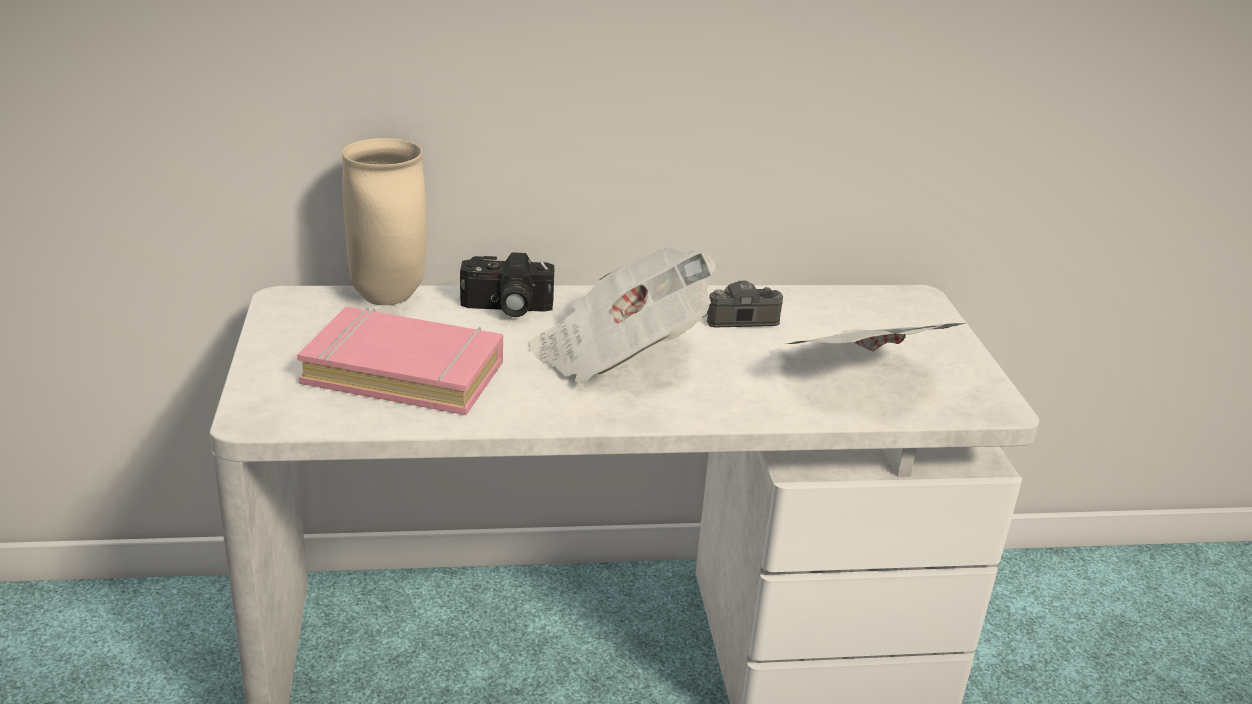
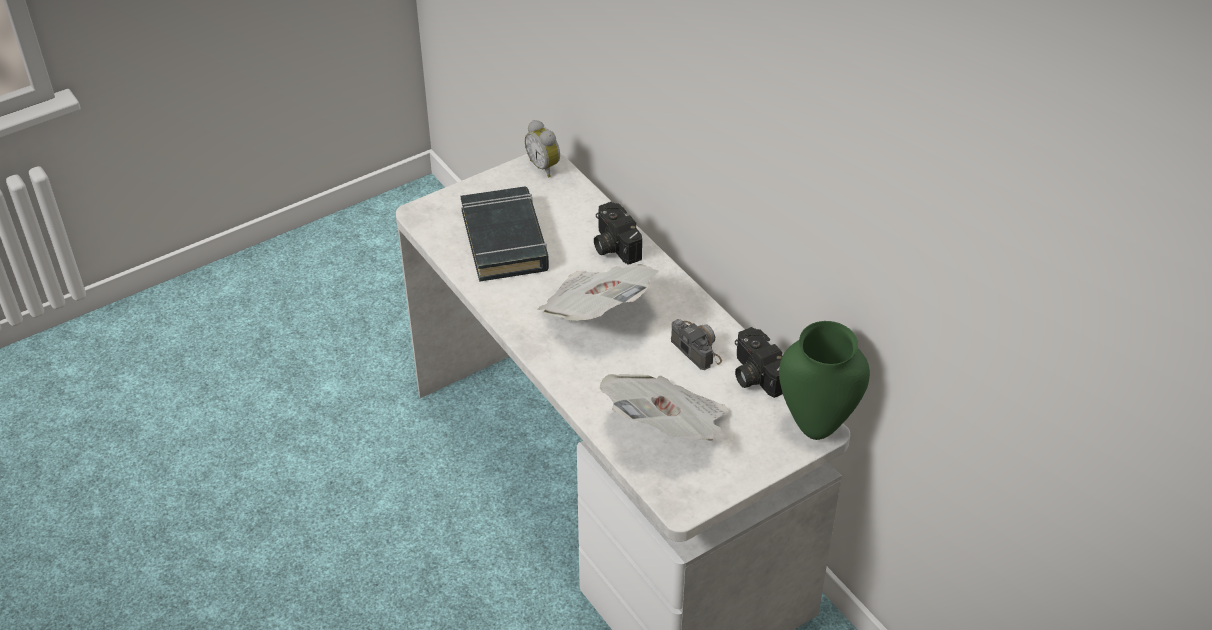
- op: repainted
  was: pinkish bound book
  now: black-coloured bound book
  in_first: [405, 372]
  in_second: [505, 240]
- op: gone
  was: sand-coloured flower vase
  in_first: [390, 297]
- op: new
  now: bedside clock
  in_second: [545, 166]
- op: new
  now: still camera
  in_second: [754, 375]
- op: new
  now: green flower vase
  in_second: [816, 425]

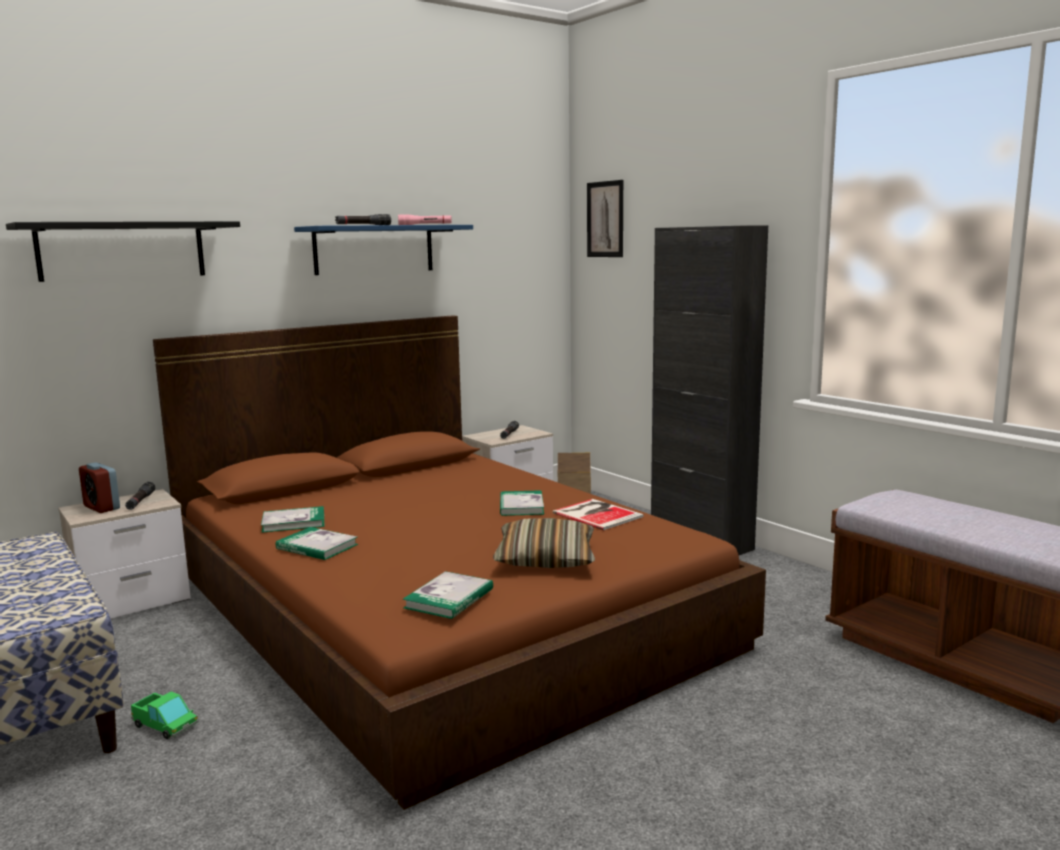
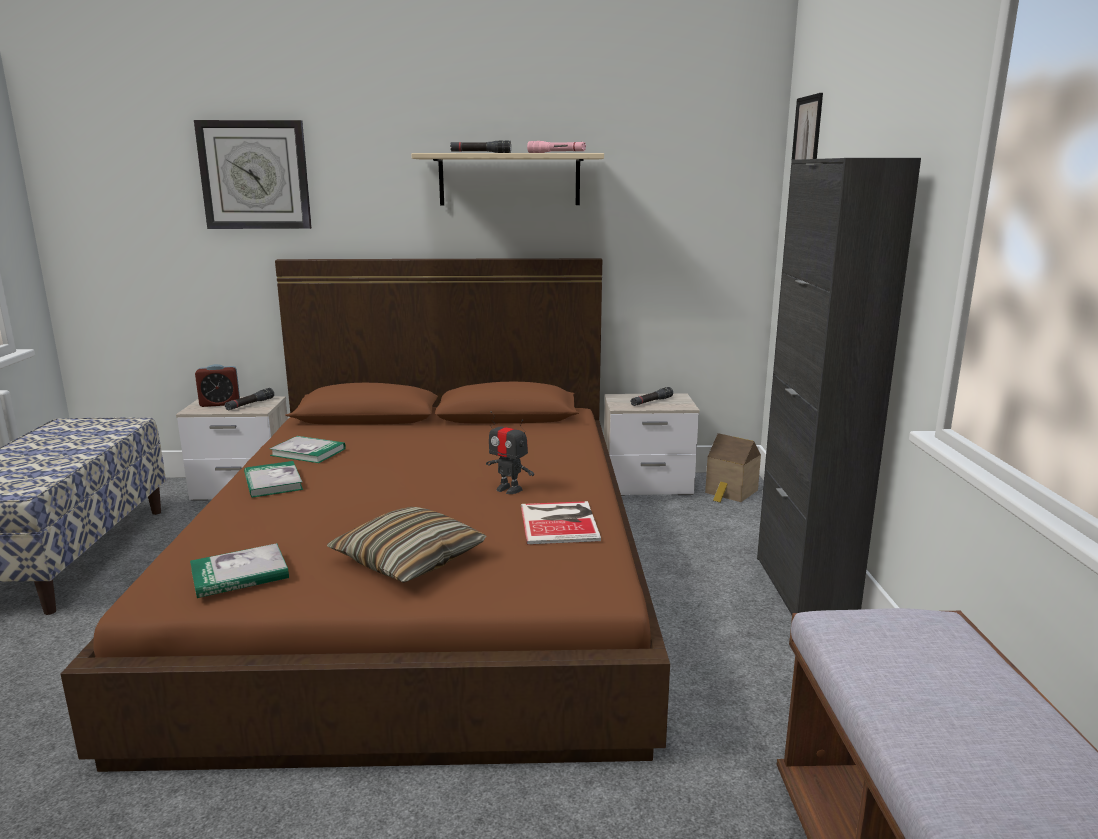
- op: swapped
  was: black-coloured shelf
  now: hanging clock
  in_first: [122, 251]
  in_second: [255, 175]
- op: rotated
  was: bedside clock
  in_first: [102, 507]
  in_second: [220, 403]
  clockwise: -90
- op: gone
  was: model truck
  in_first: [165, 725]
- op: repainted
  was: blue shelf
  now: sand-coloured shelf
  in_first: [374, 249]
  in_second: [509, 179]
- op: swapped
  was: bound book
  now: model robot
  in_first: [521, 506]
  in_second: [509, 489]

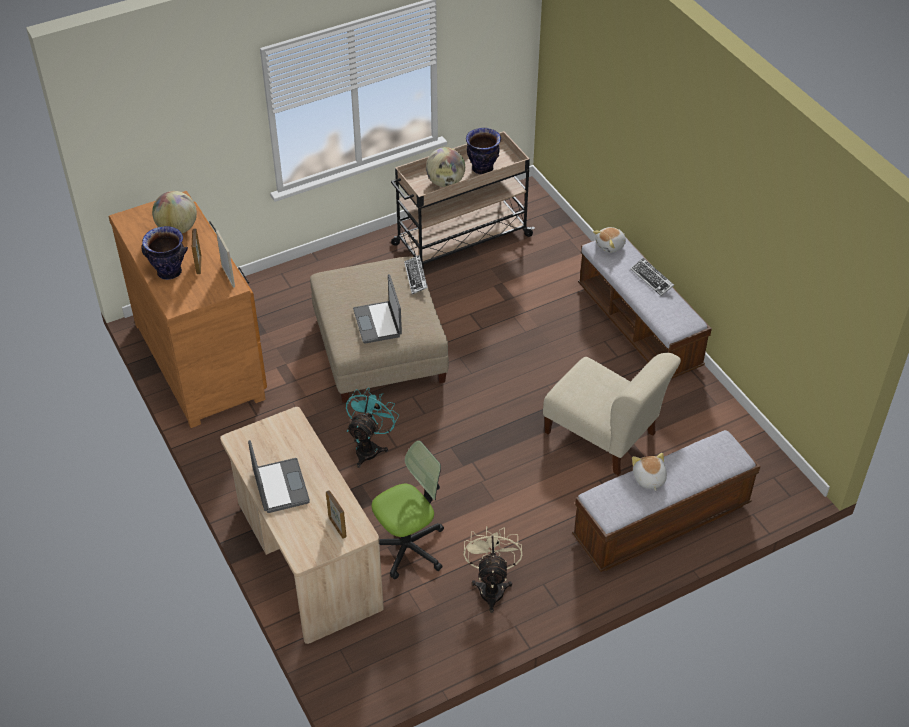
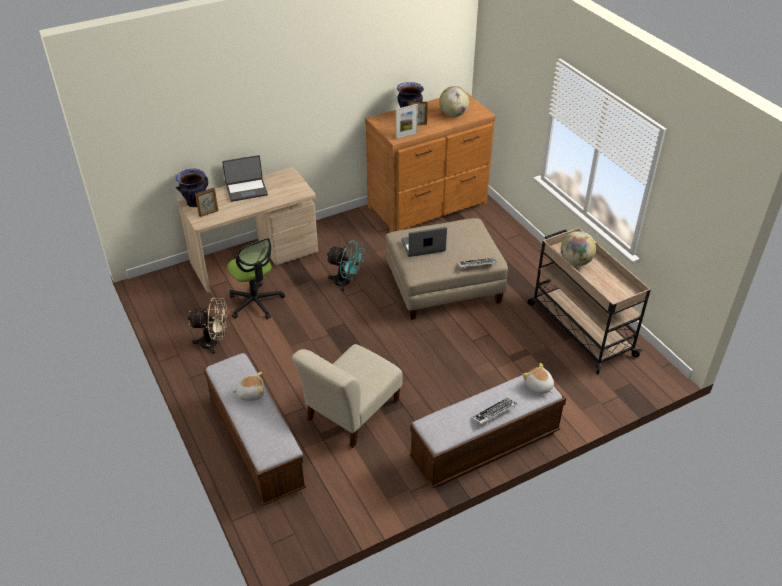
- op: shifted
  was: flower vase
  in_first: [482, 169]
  in_second: [195, 202]

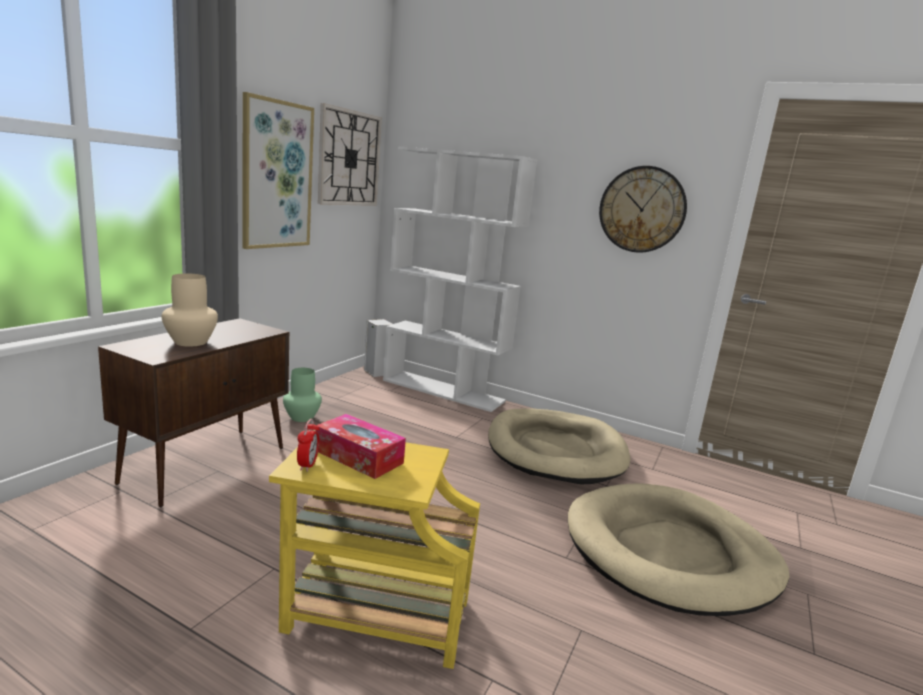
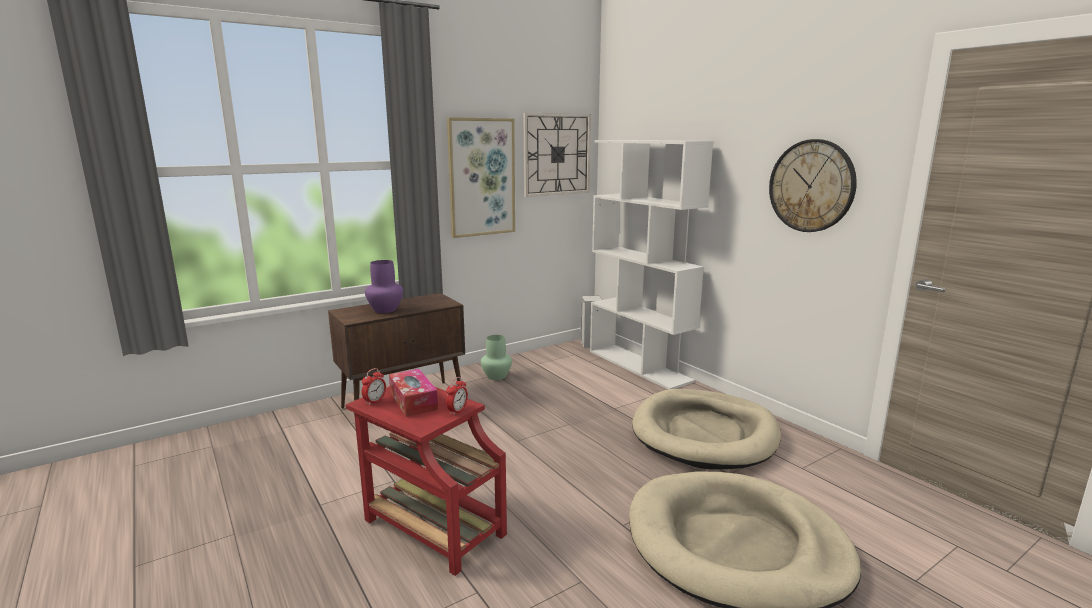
- op: repainted
  was: sand-coloured flower vase
  now: purple flower vase
  in_first: [190, 342]
  in_second: [385, 310]
- op: repainted
  was: yellowish accent table
  now: reddish accent table
  in_first: [372, 615]
  in_second: [431, 526]
- op: new
  now: bedside clock
  in_second: [457, 411]

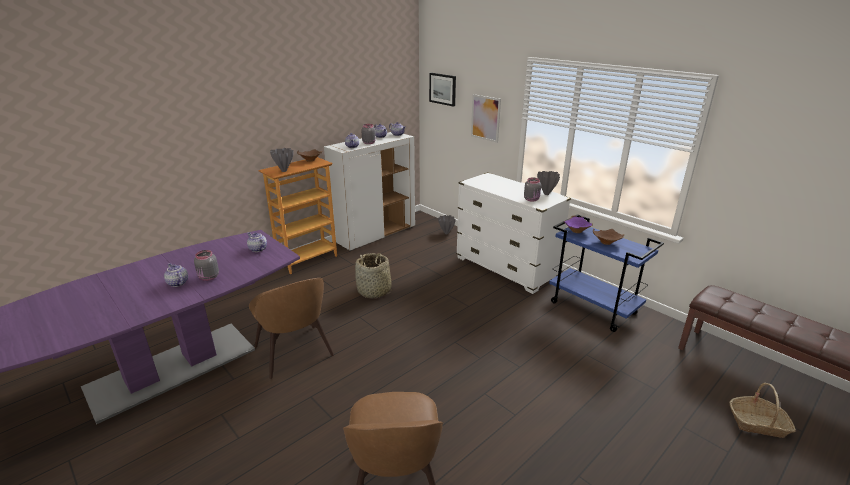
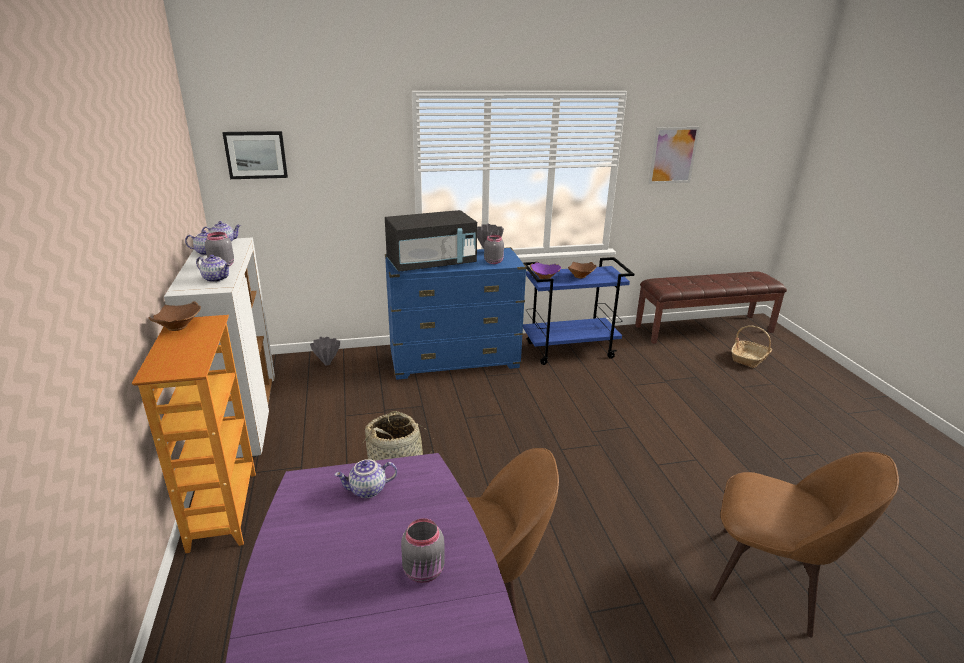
- op: gone
  was: teapot
  in_first: [177, 283]
- op: gone
  was: gray flower vase
  in_first: [284, 171]
- op: repainted
  was: white chest of drawers
  now: blue chest of drawers
  in_first: [505, 268]
  in_second: [454, 361]
- op: shifted
  was: wall art
  in_first: [485, 118]
  in_second: [673, 155]
- op: new
  now: black-coloured kitchen microwave
  in_second: [431, 264]

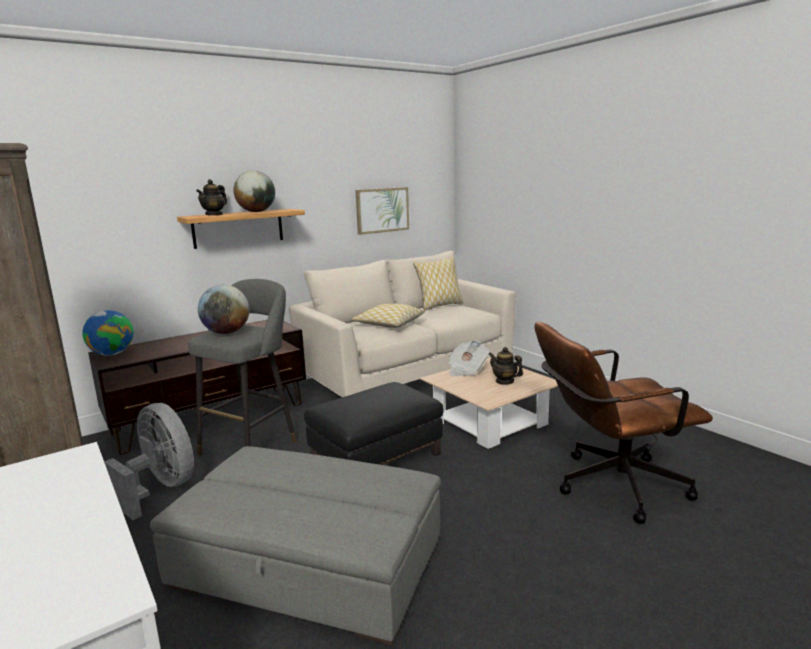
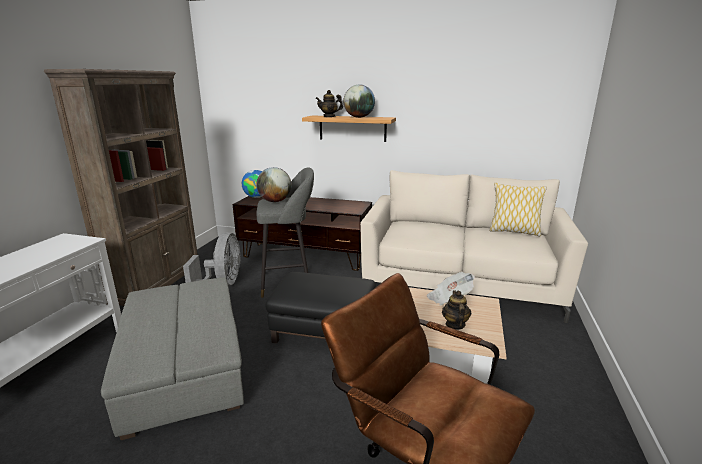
- op: gone
  was: cushion
  in_first: [389, 324]
- op: gone
  was: wall art
  in_first: [382, 210]

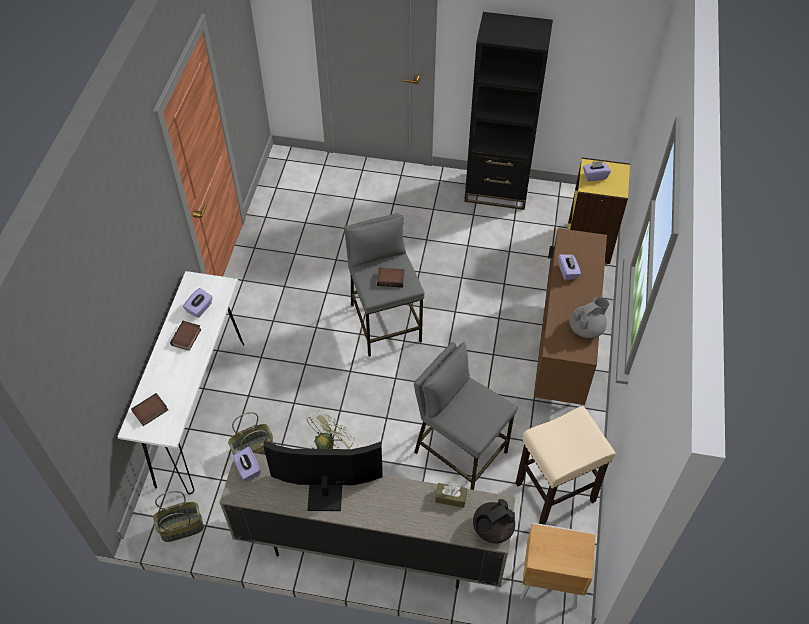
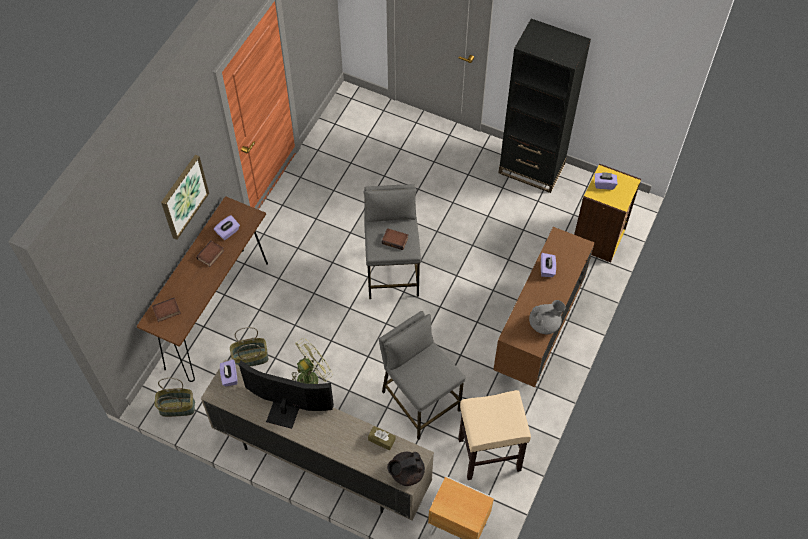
- op: repainted
  was: white hall table
  now: brown-coloured hall table
  in_first: [201, 411]
  in_second: [217, 314]
- op: new
  now: wall art
  in_second: [183, 196]

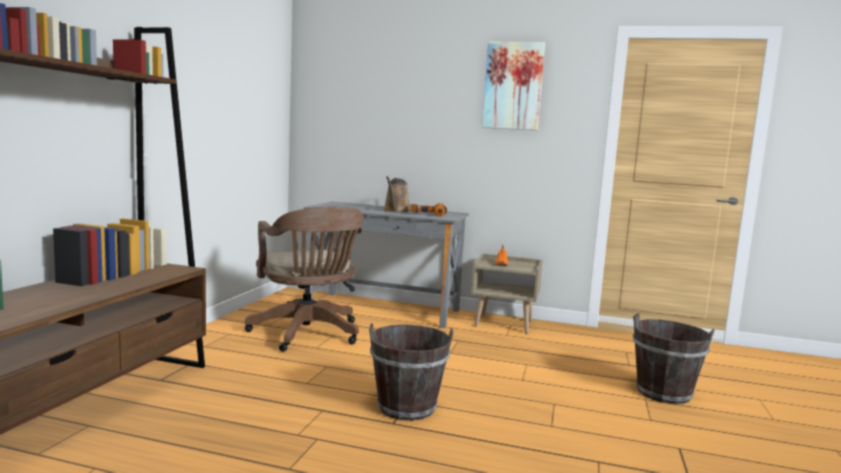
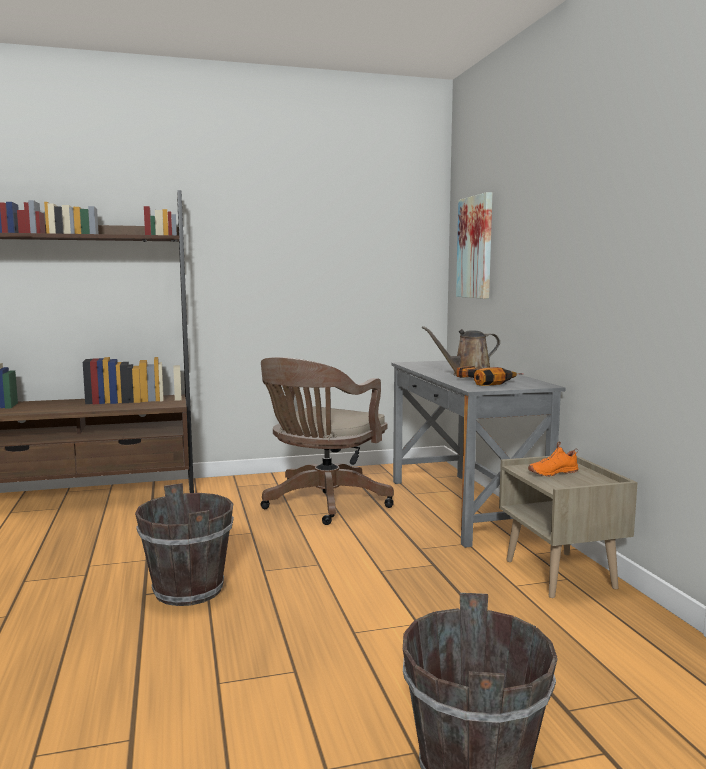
- op: shifted
  was: wall art
  in_first: [513, 86]
  in_second: [476, 247]

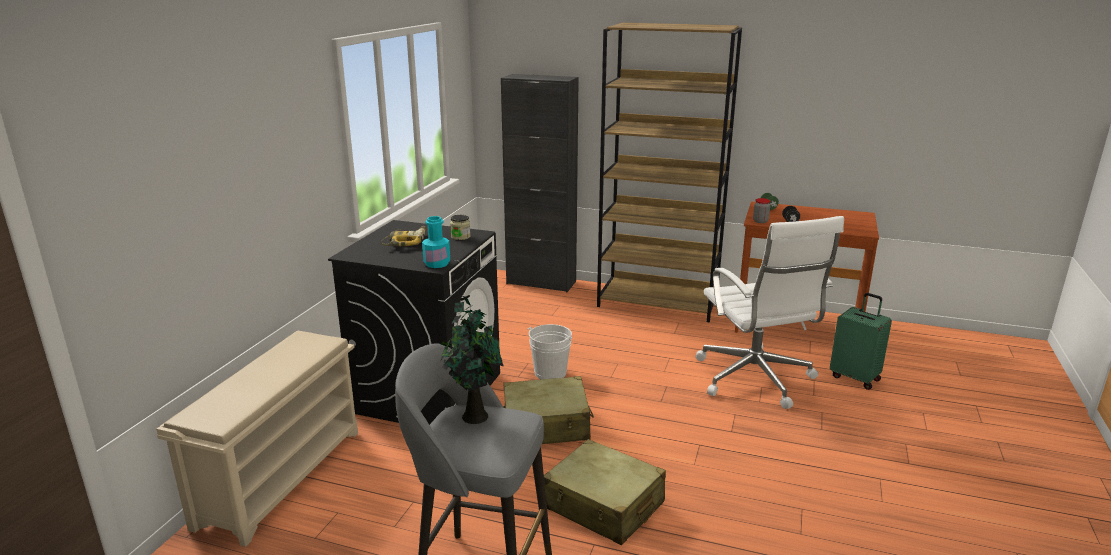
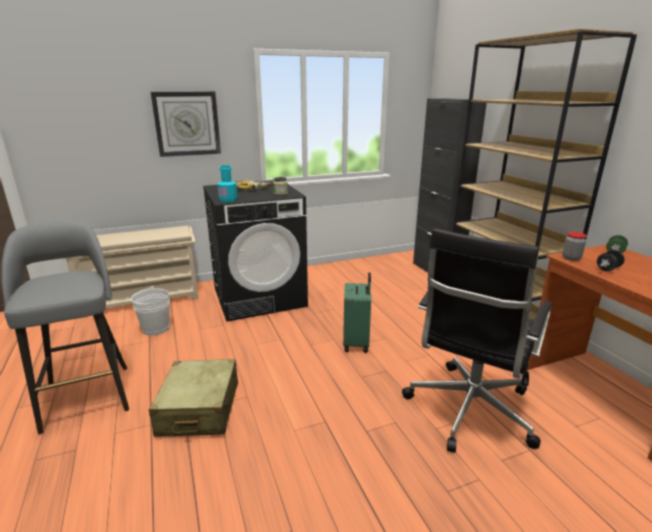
- op: gone
  was: potted plant
  in_first: [473, 415]
- op: gone
  was: sand-coloured suitcase
  in_first: [546, 425]
- op: shifted
  was: white water bucket
  in_first: [550, 373]
  in_second: [156, 328]
- op: repainted
  was: white office chair
  now: black-coloured office chair
  in_first: [755, 379]
  in_second: [468, 411]
- op: shifted
  was: green suitcase
  in_first: [855, 378]
  in_second: [357, 343]
- op: new
  now: hanging clock
  in_second: [187, 124]

